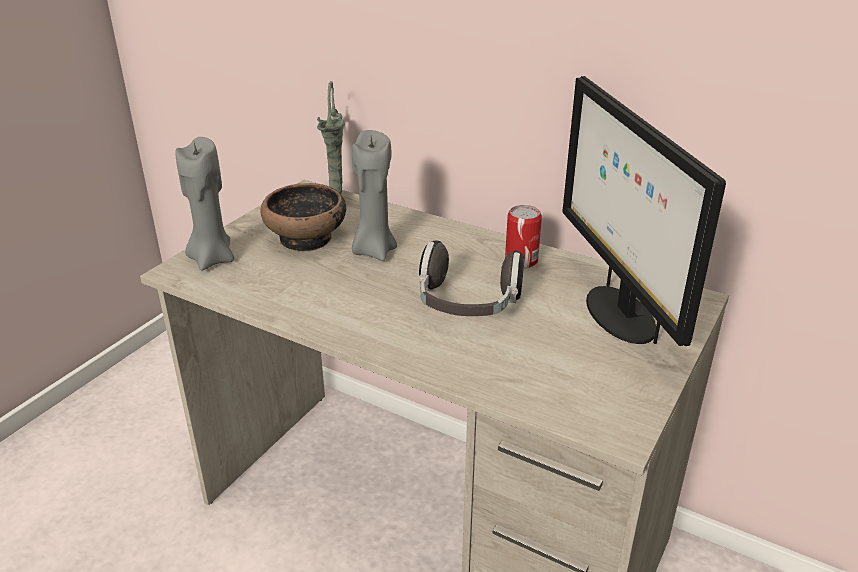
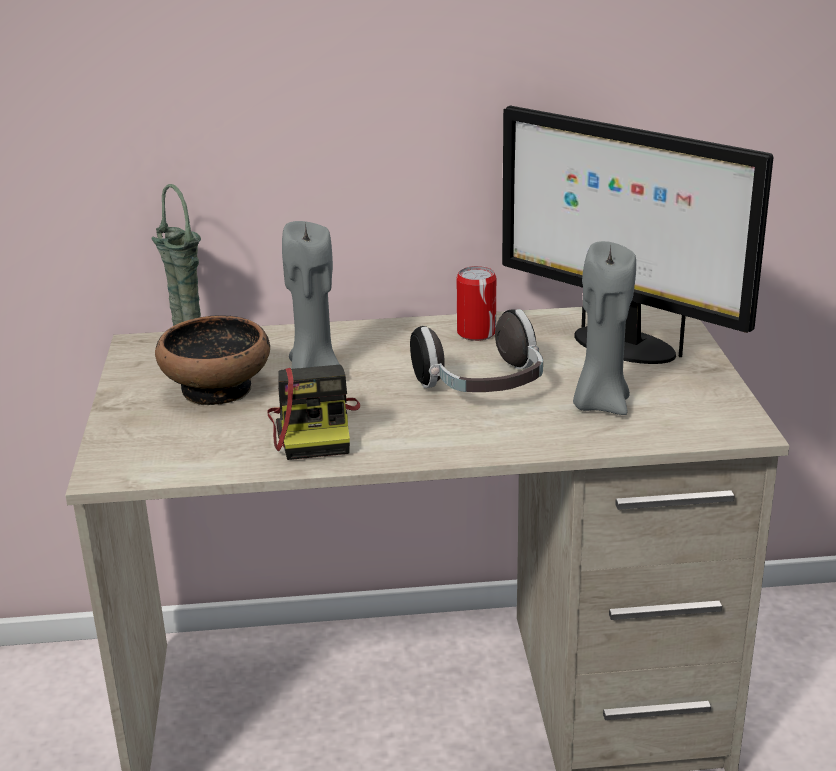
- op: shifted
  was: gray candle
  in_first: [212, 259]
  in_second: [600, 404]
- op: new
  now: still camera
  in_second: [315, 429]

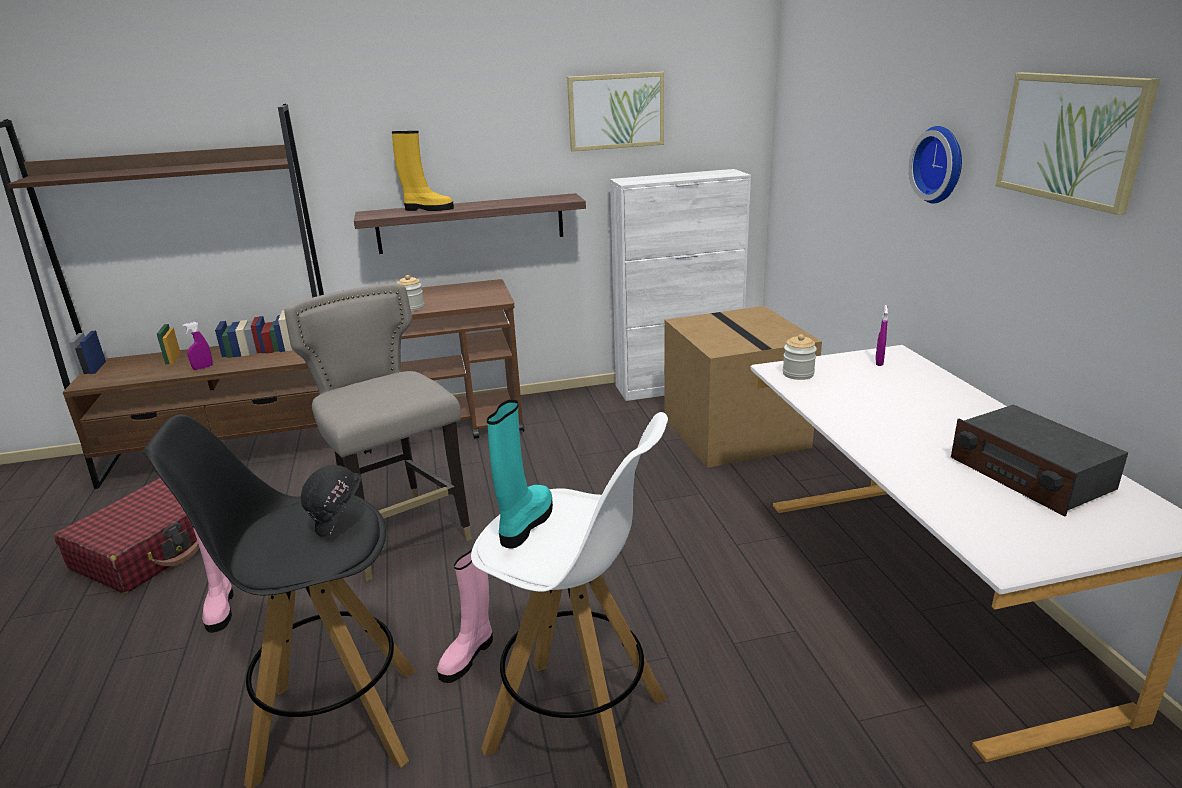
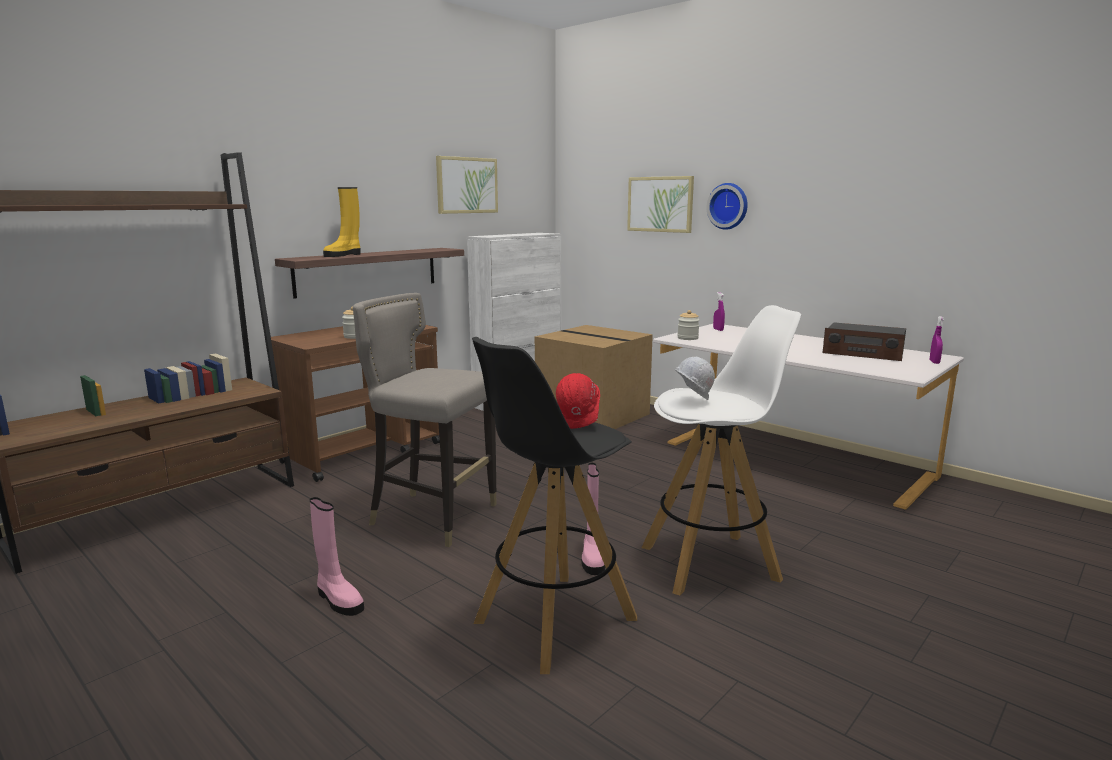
- op: gone
  was: reddish suitcase
  in_first: [153, 549]
- op: shifted
  was: purple hand sprayer
  in_first: [203, 368]
  in_second: [934, 362]
- op: repainted
  was: black-coloured safety helmet
  now: reddish safety helmet
  in_first: [339, 525]
  in_second: [579, 423]
- op: rotated
  was: yellowish high-top boot
  in_first: [427, 209]
  in_second: [343, 255]
  clockwise: 150
- op: swapped
  was: turquoise-coloured high-top boot
  now: white safety helmet
  in_first: [525, 524]
  in_second: [691, 401]
- op: shifted
  was: wall art
  in_first: [1071, 138]
  in_second: [660, 204]

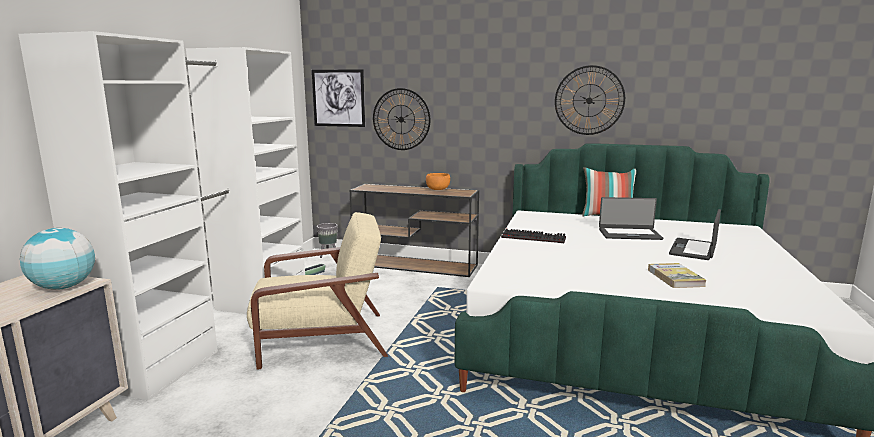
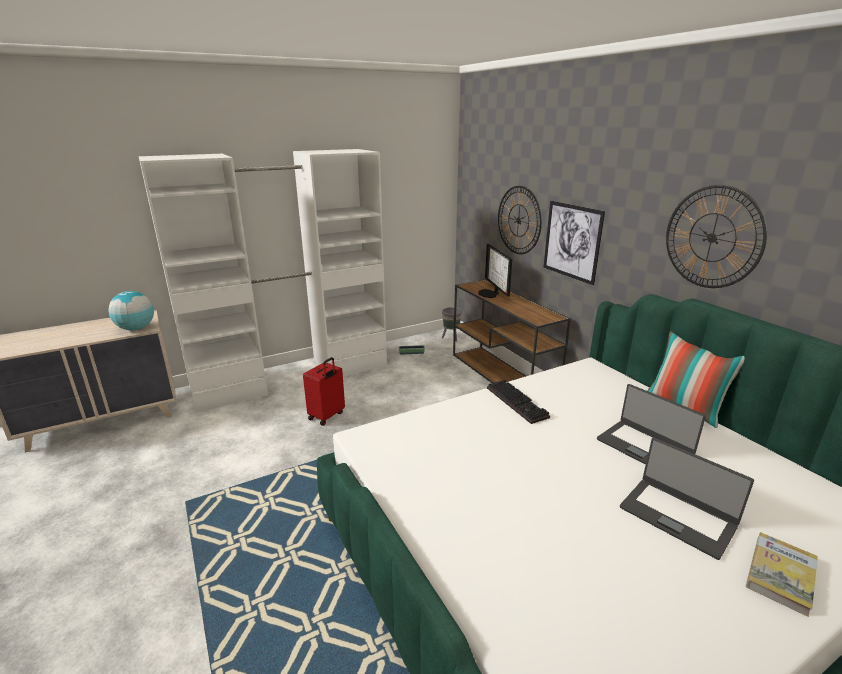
- op: swapped
  was: sand-coloured armchair
  now: reddish suitcase
  in_first: [320, 339]
  in_second: [327, 416]
- op: shifted
  was: wall art
  in_first: [338, 98]
  in_second: [572, 241]
- op: gone
  was: orange bowl
  in_first: [437, 189]
- op: shifted
  was: bound book
  in_first: [675, 278]
  in_second: [780, 574]
- op: rotated
  was: notebook computer
  in_first: [694, 249]
  in_second: [677, 516]
  clockwise: -120
- op: new
  now: monitor
  in_second: [490, 293]

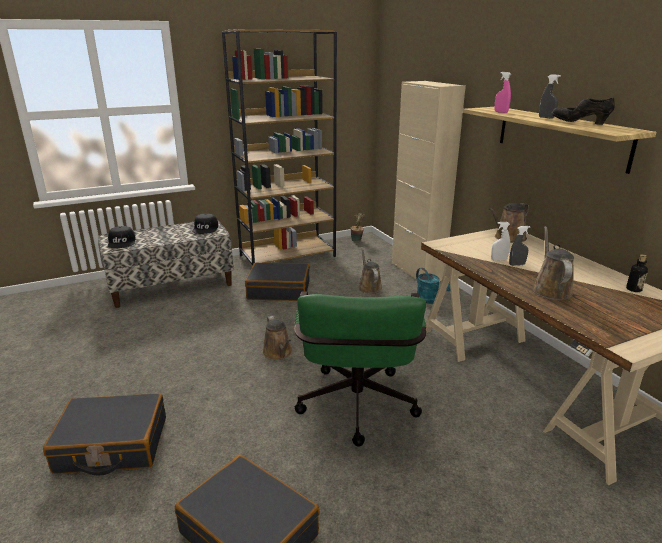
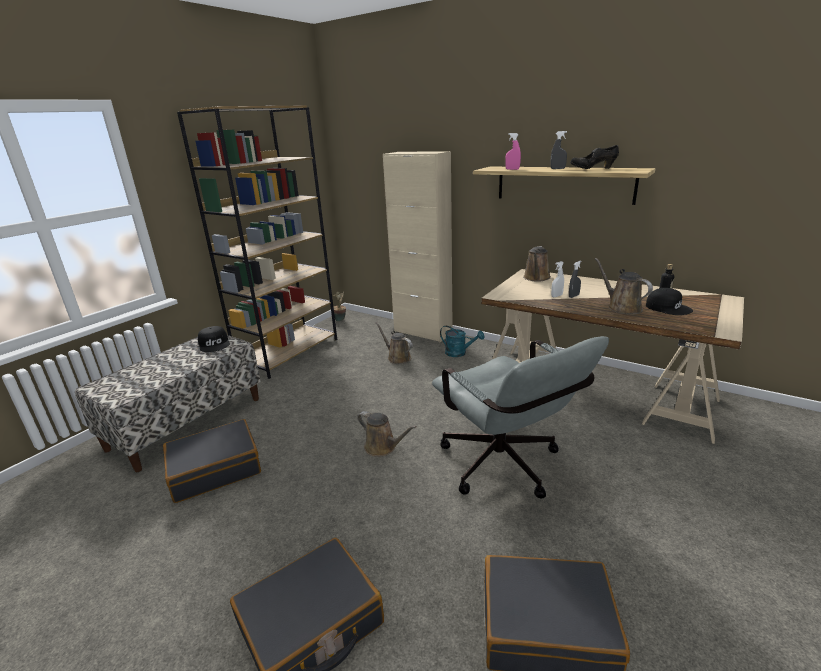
- op: shifted
  was: black-coloured peaked cap
  in_first: [122, 242]
  in_second: [668, 307]
- op: shifted
  was: black-coloured suitcase
  in_first: [279, 290]
  in_second: [215, 469]
- op: repainted
  was: green office chair
  now: gray office chair
  in_first: [356, 410]
  in_second: [506, 468]

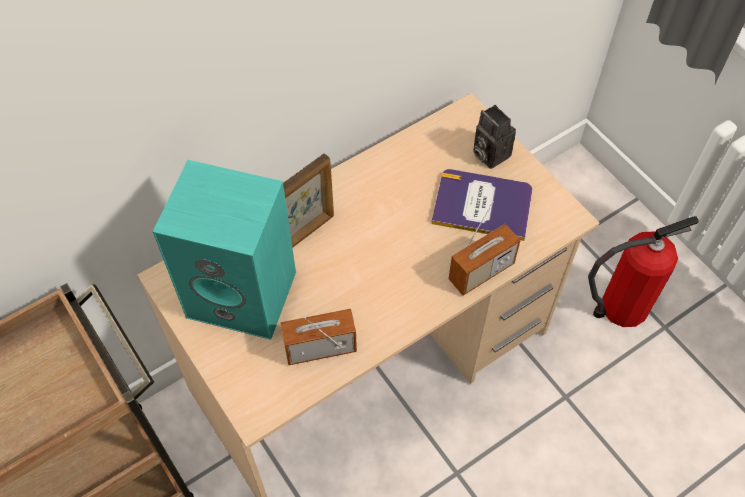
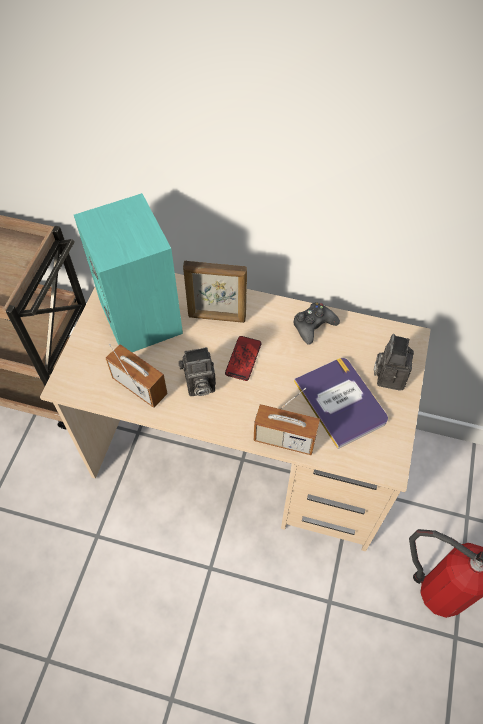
- op: new
  now: still camera
  in_second: [198, 385]
- op: new
  now: telephone
  in_second: [243, 358]
- op: new
  now: black-coloured joypad
  in_second: [313, 325]

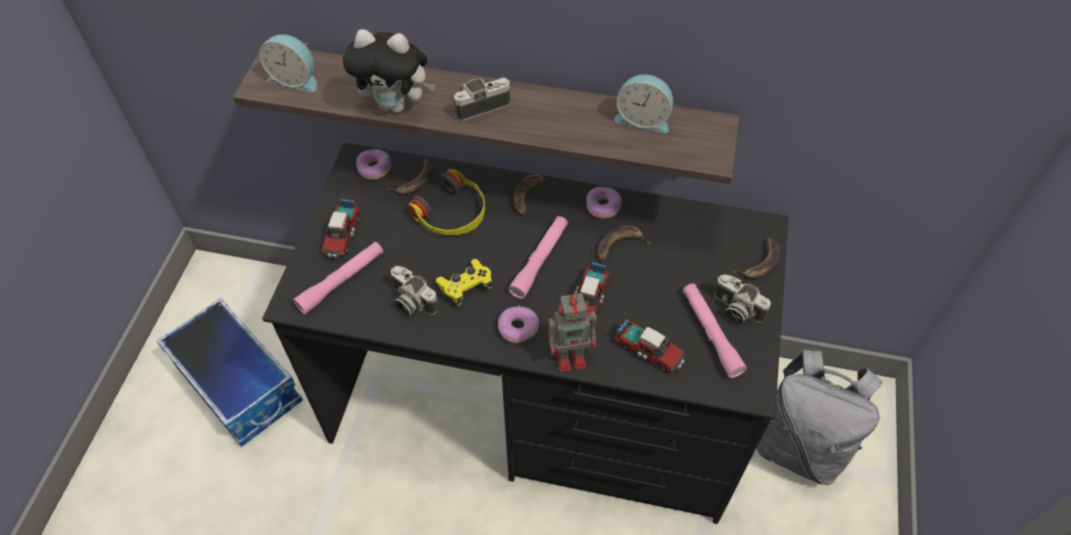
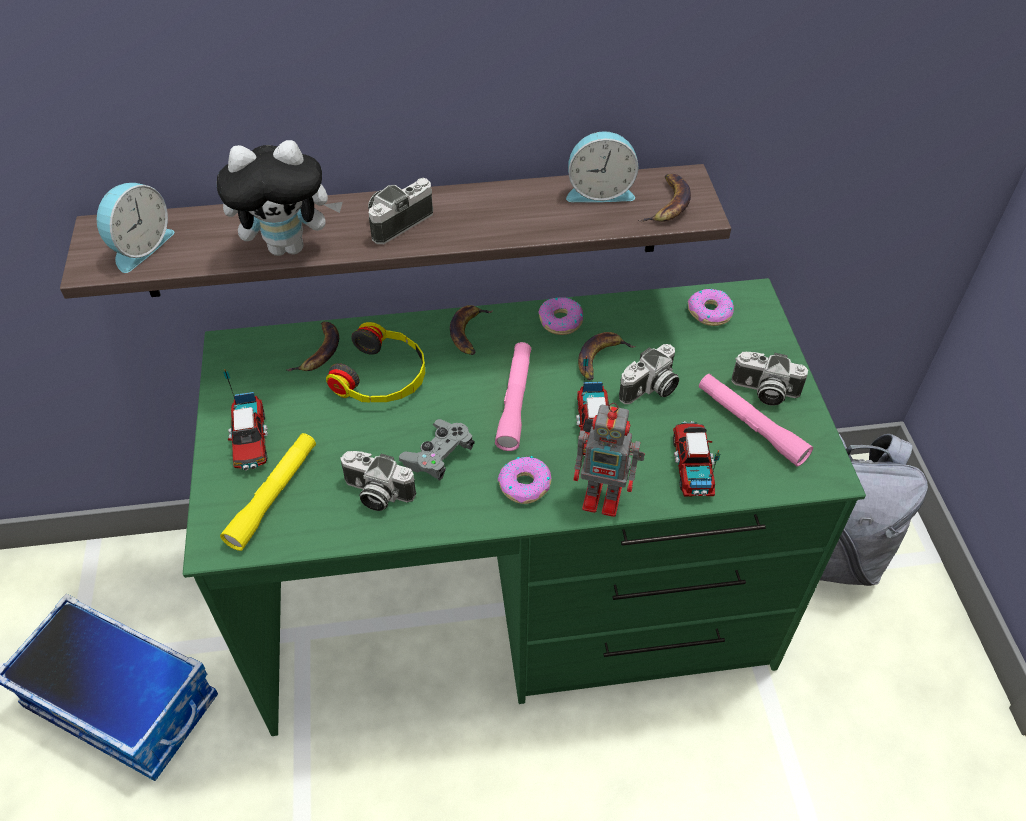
- op: rotated
  was: bedside clock
  in_first: [295, 78]
  in_second: [139, 247]
  clockwise: -60
- op: repainted
  was: black-coloured desk unit
  now: green desk unit
  in_first: [537, 400]
  in_second: [515, 598]
- op: repainted
  was: pinkish flashlight
  now: yellowish flashlight
  in_first: [341, 281]
  in_second: [273, 496]
- op: shifted
  was: doughnut
  in_first: [374, 168]
  in_second: [709, 312]
- op: repainted
  was: yellowish joypad
  now: gray joypad
  in_first: [466, 287]
  in_second: [438, 457]
- op: rotated
  was: model robot
  in_first: [571, 355]
  in_second: [605, 497]
  clockwise: 45
- op: rotated
  was: model truck
  in_first: [649, 351]
  in_second: [692, 465]
  clockwise: -105
- op: shifted
  was: banana fruit
  in_first: [760, 262]
  in_second: [667, 203]
- op: new
  now: still camera
  in_second: [650, 389]

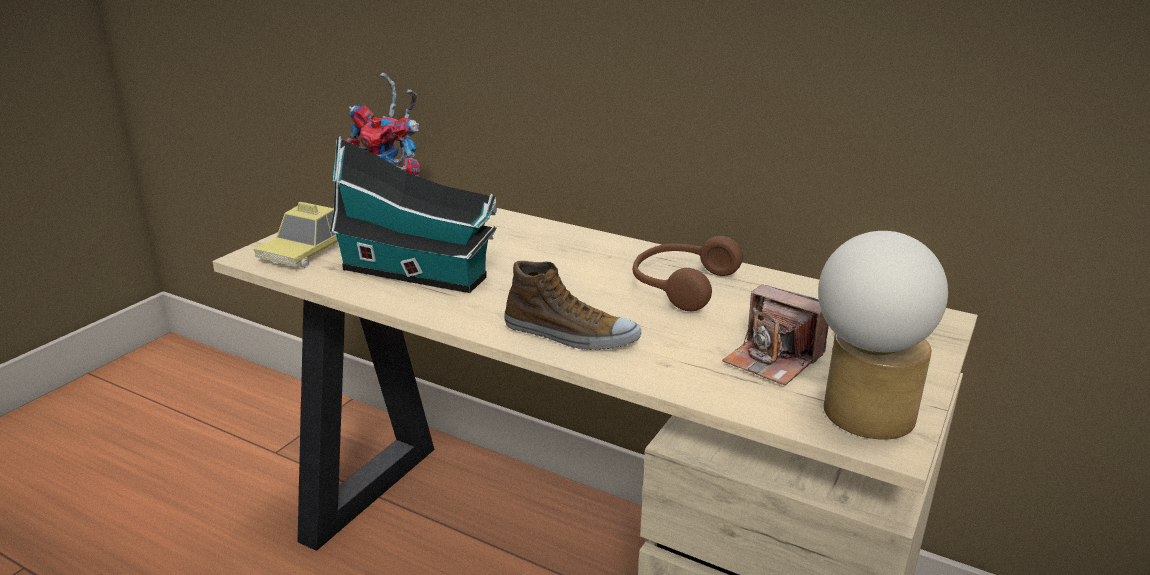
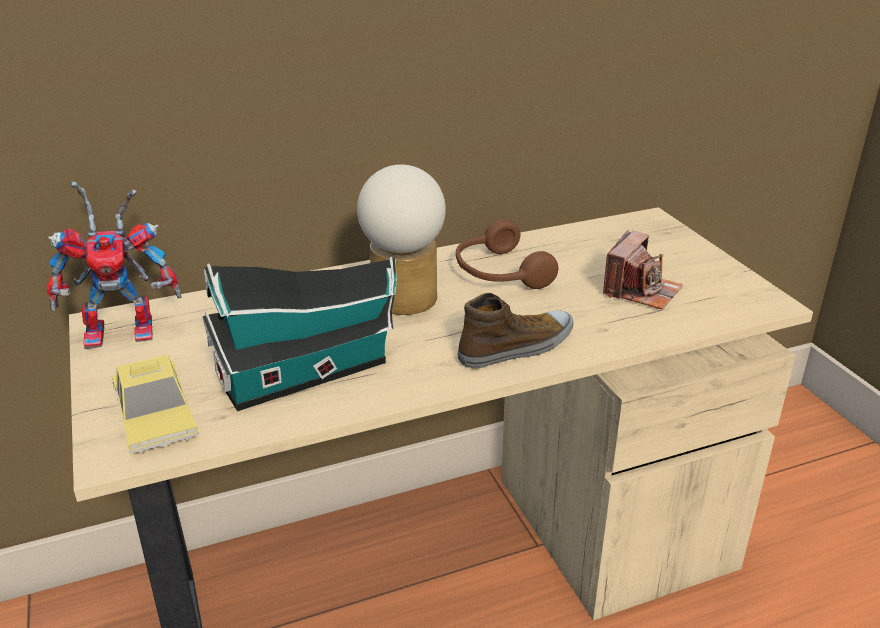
- op: rotated
  was: still camera
  in_first: [773, 360]
  in_second: [641, 291]
  clockwise: -45
- op: shifted
  was: lamp for a table
  in_first: [859, 418]
  in_second: [403, 304]

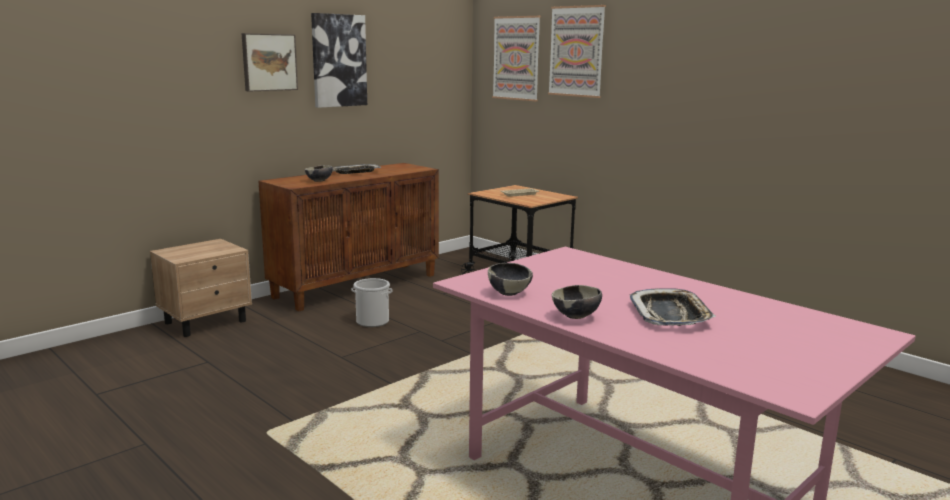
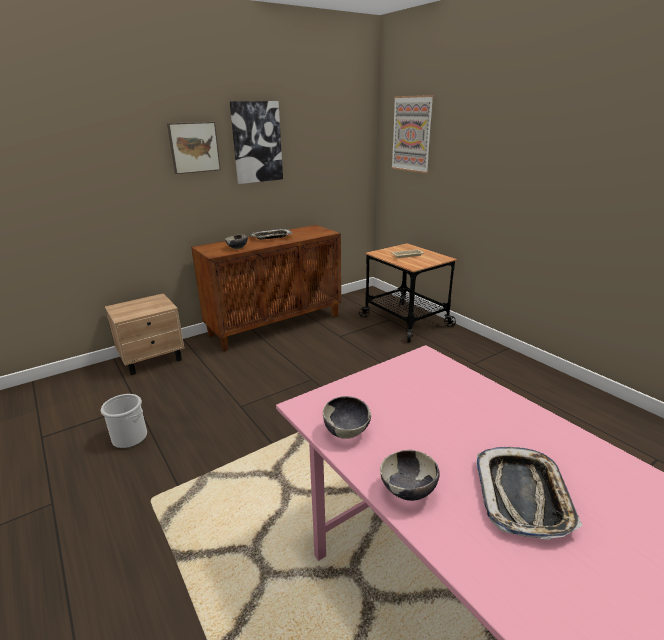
- op: shifted
  was: water bucket
  in_first: [373, 321]
  in_second: [130, 437]
- op: gone
  was: wall art
  in_first: [576, 51]

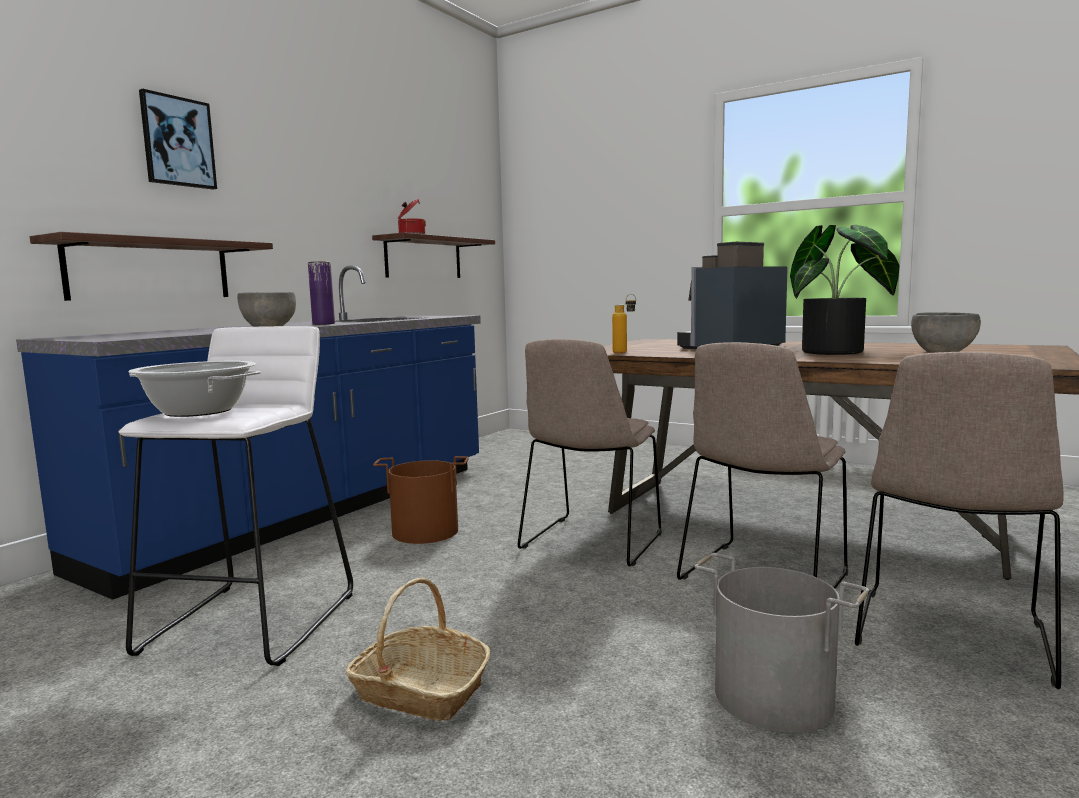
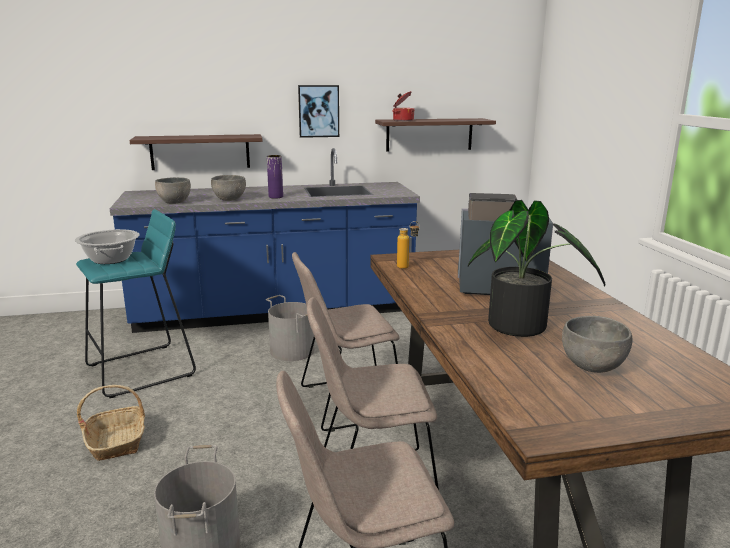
- op: repainted
  was: white sitting stool
  now: turquoise-coloured sitting stool
  in_first: [252, 622]
  in_second: [142, 370]
- op: shifted
  was: wall art
  in_first: [177, 142]
  in_second: [318, 111]
- op: repainted
  was: brown-coloured water bucket
  now: gray water bucket
  in_first: [425, 531]
  in_second: [293, 350]
- op: new
  now: gray bowl
  in_second: [174, 202]

